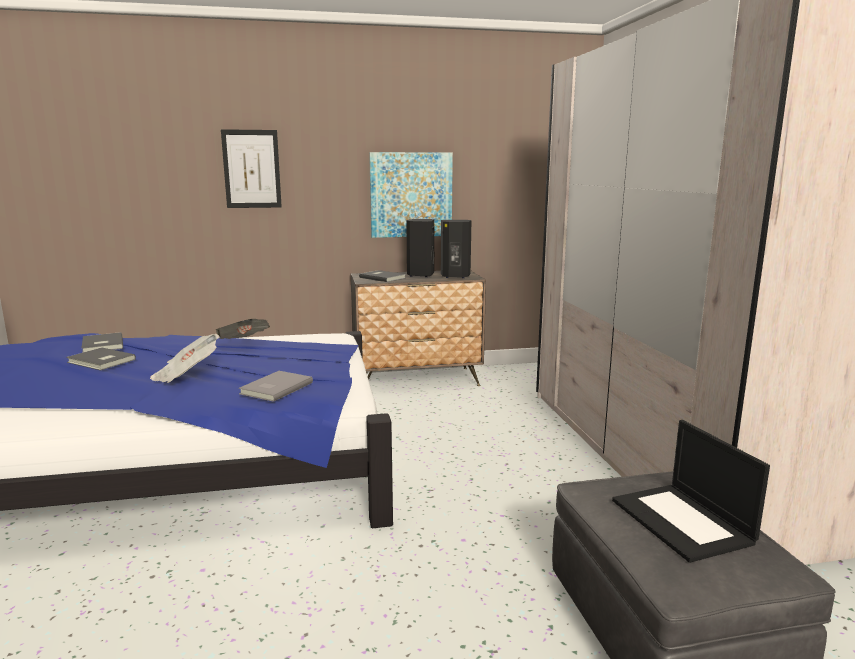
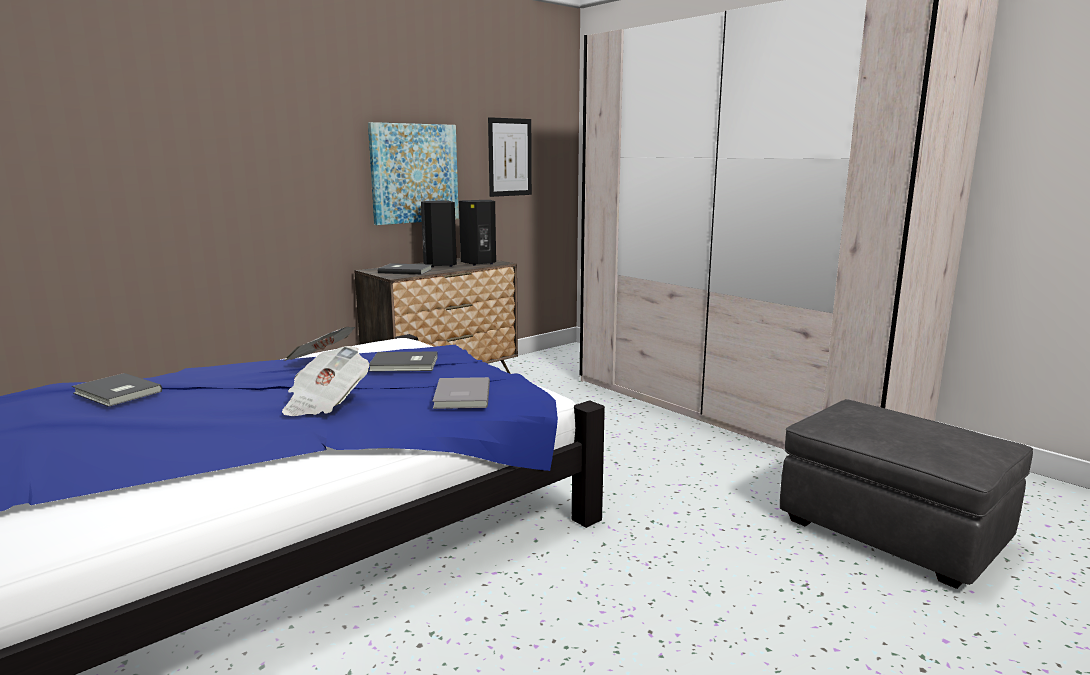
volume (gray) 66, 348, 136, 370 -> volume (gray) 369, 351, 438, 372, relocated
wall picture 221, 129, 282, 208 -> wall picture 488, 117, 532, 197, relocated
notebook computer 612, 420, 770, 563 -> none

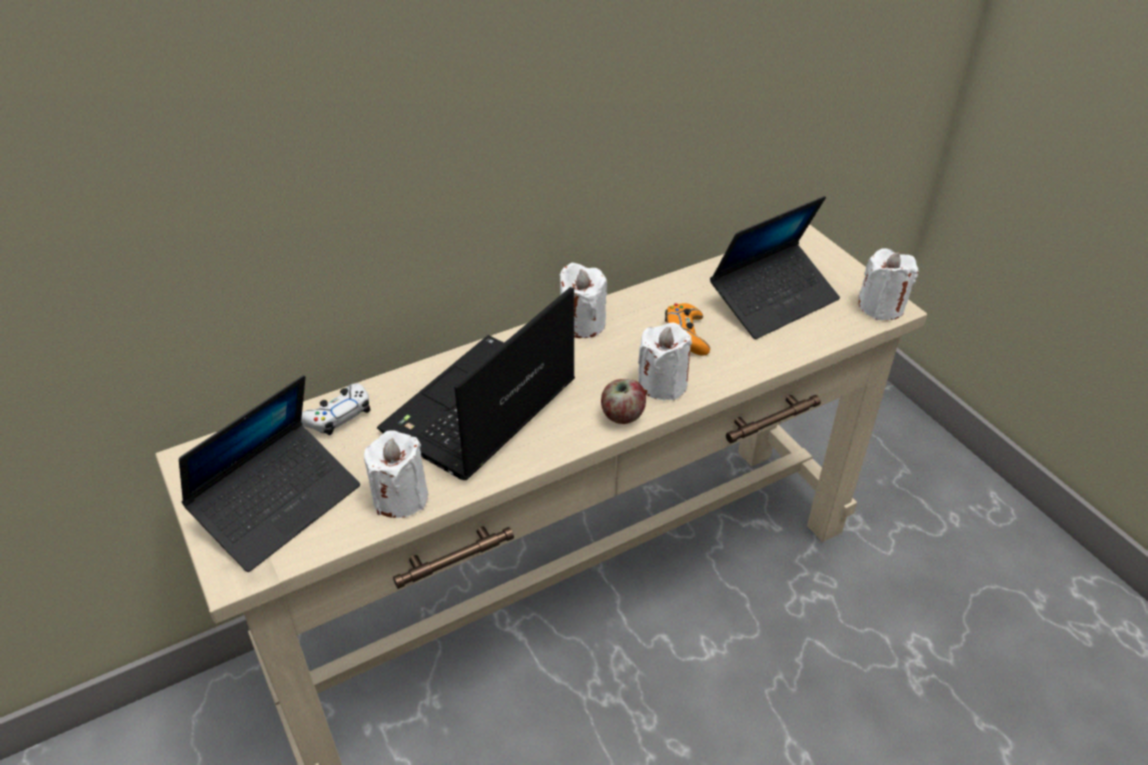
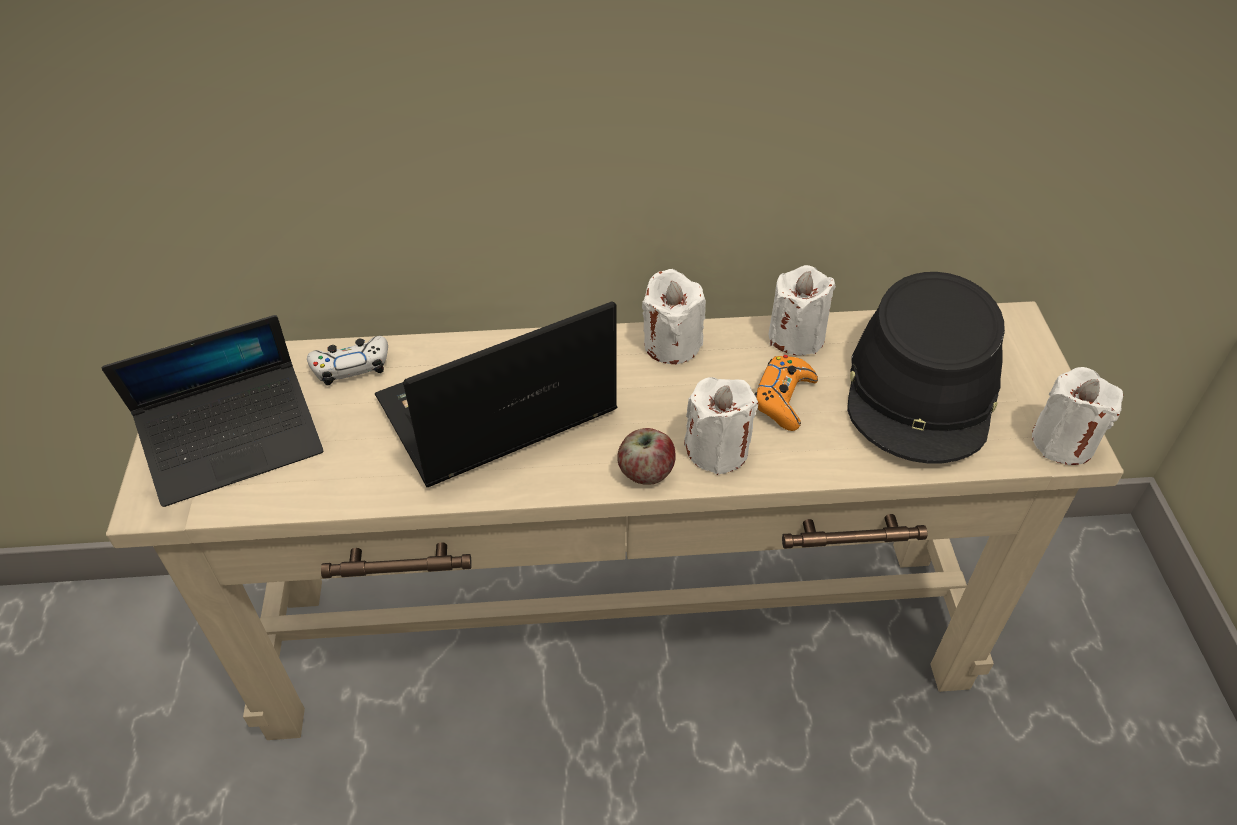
candle (white) 364, 430, 428, 518 -> candle (white) 769, 265, 836, 355, relocated
notebook computer 710, 196, 840, 339 -> clothing hat (blackish) 847, 272, 1005, 463

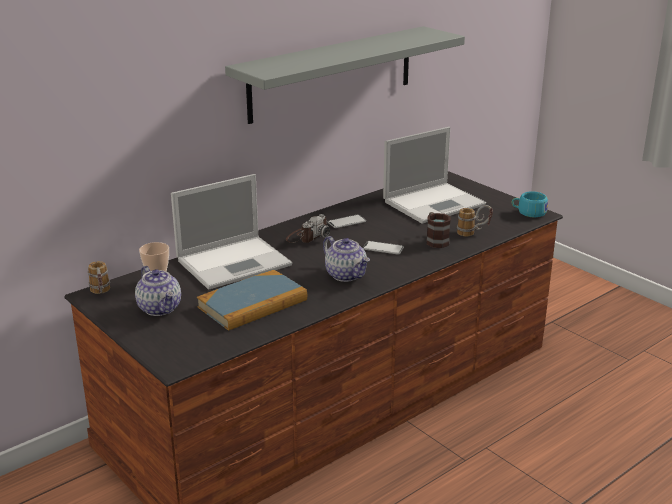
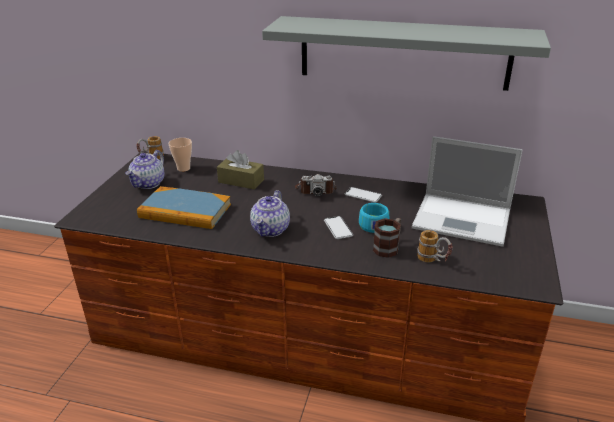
notebook computer 171, 174, 292, 290 -> tissue holder (brown-coloured) 217, 150, 264, 190
small cup (blue-green) 512, 191, 548, 217 -> small cup (blue-green) 359, 203, 389, 233, relocated

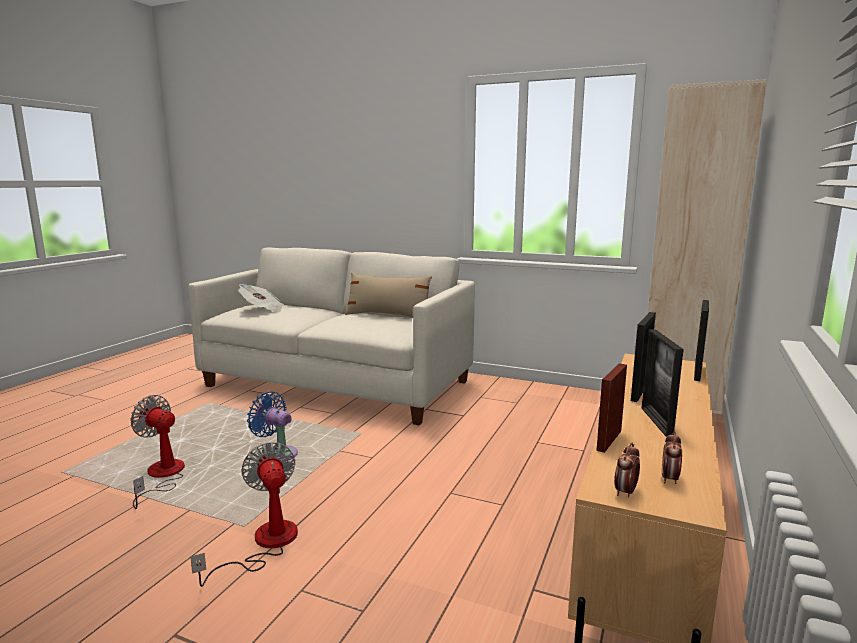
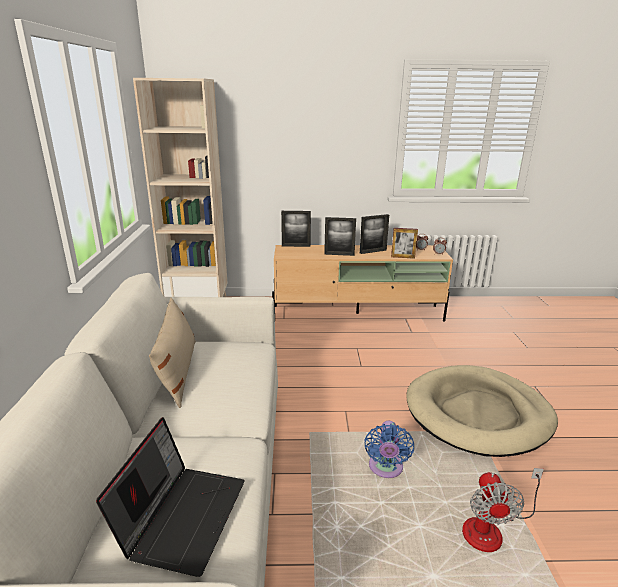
daily paper 238, 284, 284, 312 -> notebook computer 96, 417, 245, 577
electric fan 190, 442, 298, 587 -> pet bed (sand-coloured) 406, 365, 558, 457

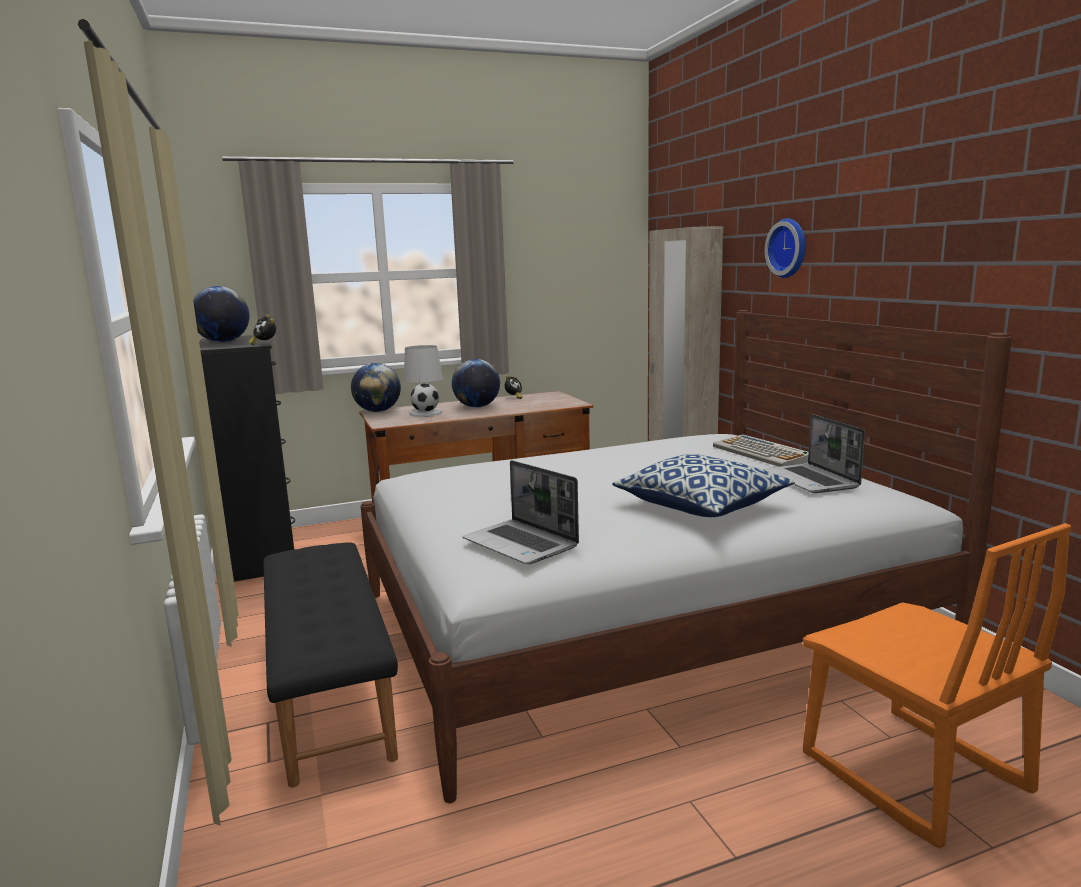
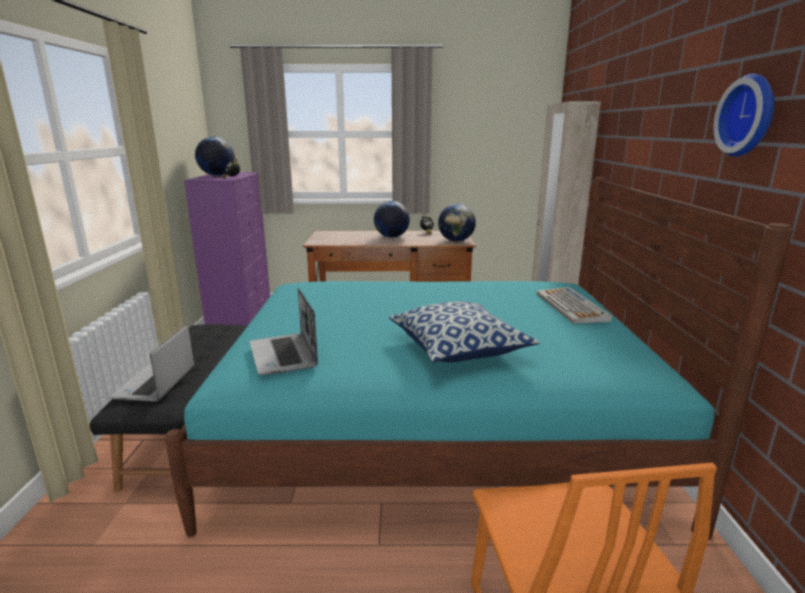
notebook computer 763, 414, 865, 493 -> notebook computer 109, 325, 194, 402, relocated
bed (white) 361, 310, 1012, 803 -> bed (blue-green) 165, 177, 793, 540
drawer chest (blackish) 199, 335, 295, 582 -> drawer chest (purple-coloured) 184, 172, 270, 326
desk globe 351, 363, 401, 412 -> desk globe 438, 204, 476, 242, relocated
wall clock 765, 218, 806, 278 -> wall clock 713, 74, 774, 157, relocated
tabletop lamp (white) 404, 345, 443, 417 -> none

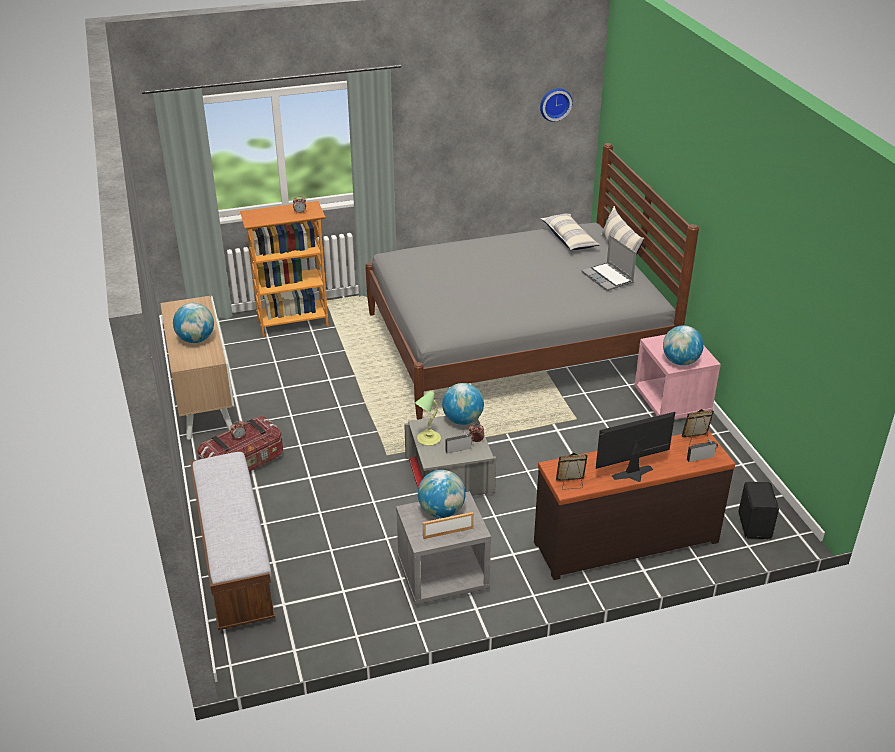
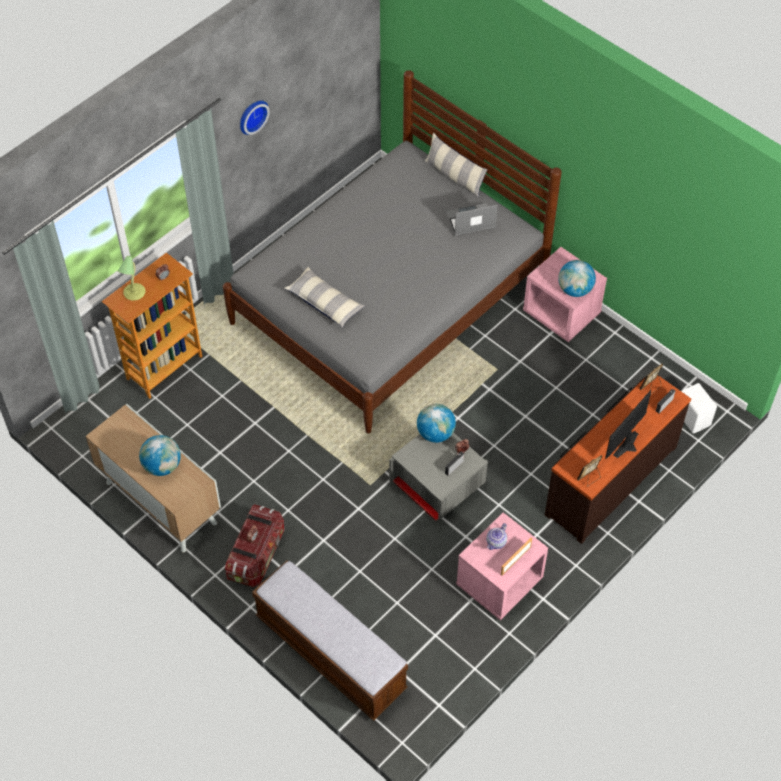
tabletop lamp 415, 391, 441, 446 -> tabletop lamp 118, 256, 146, 301, relocated
wall clock 540, 88, 573, 122 -> wall clock 240, 101, 270, 135, relocated
cushion 541, 214, 600, 250 -> cushion 284, 267, 365, 328, relocated
notebook computer 582, 235, 637, 291 -> notebook computer 446, 203, 498, 236, 135 degrees clockwise
night table (gray) 396, 491, 491, 605 -> night table (pinkish) 456, 512, 548, 620
desk globe 418, 470, 465, 518 -> teapot 486, 523, 507, 550
speaker (blackish) 738, 482, 779, 539 -> speaker (white) 681, 383, 717, 434

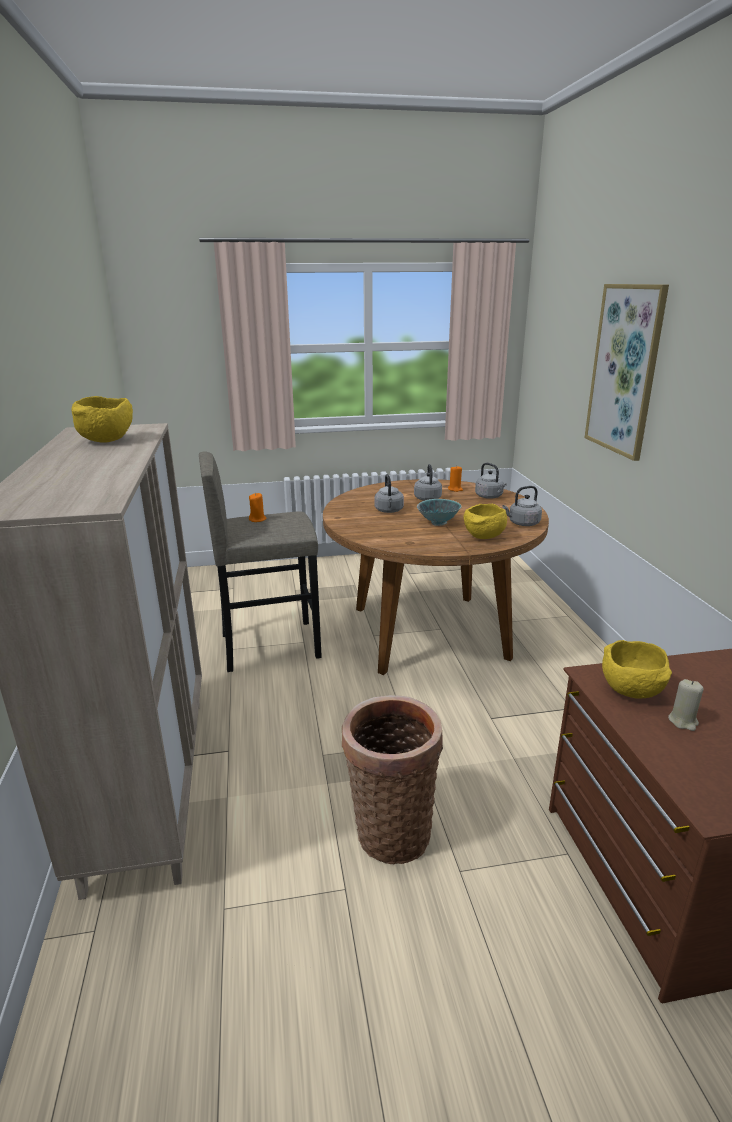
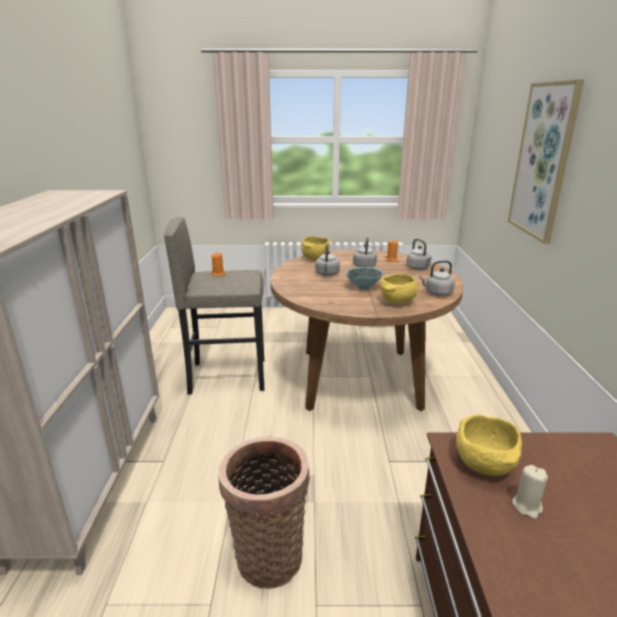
serving bowl (yellow-coloured) 72, 396, 133, 443 -> serving bowl (yellow-coloured) 301, 236, 330, 260, relocated

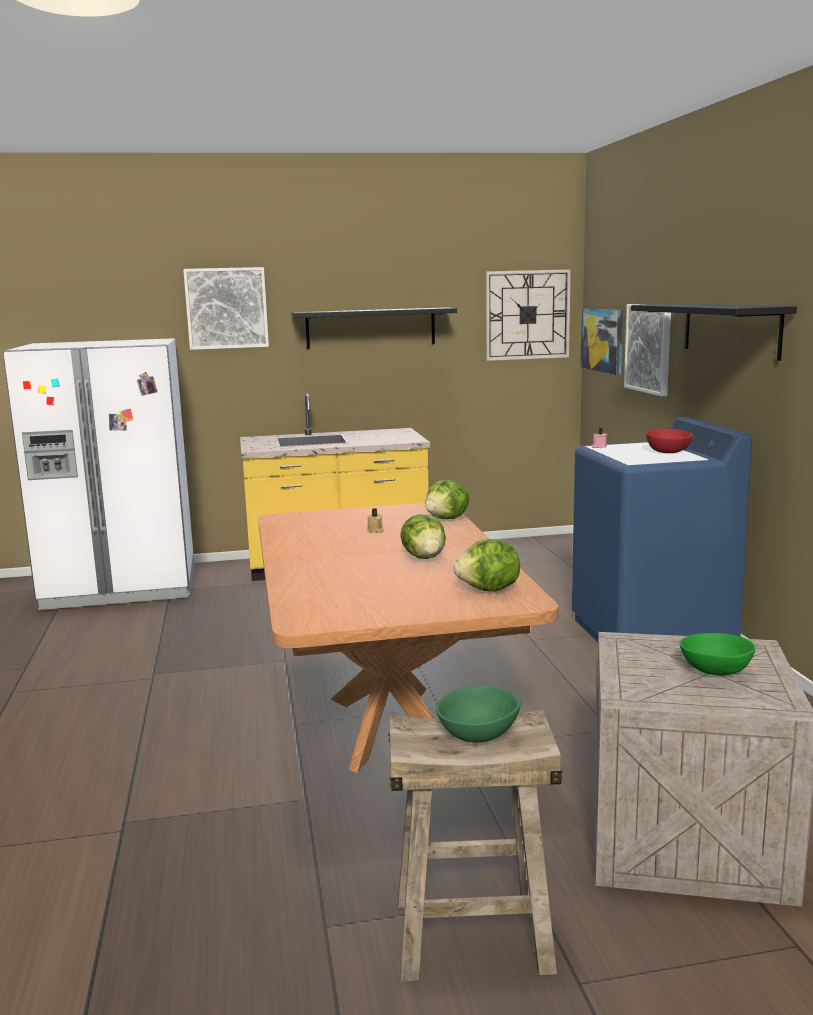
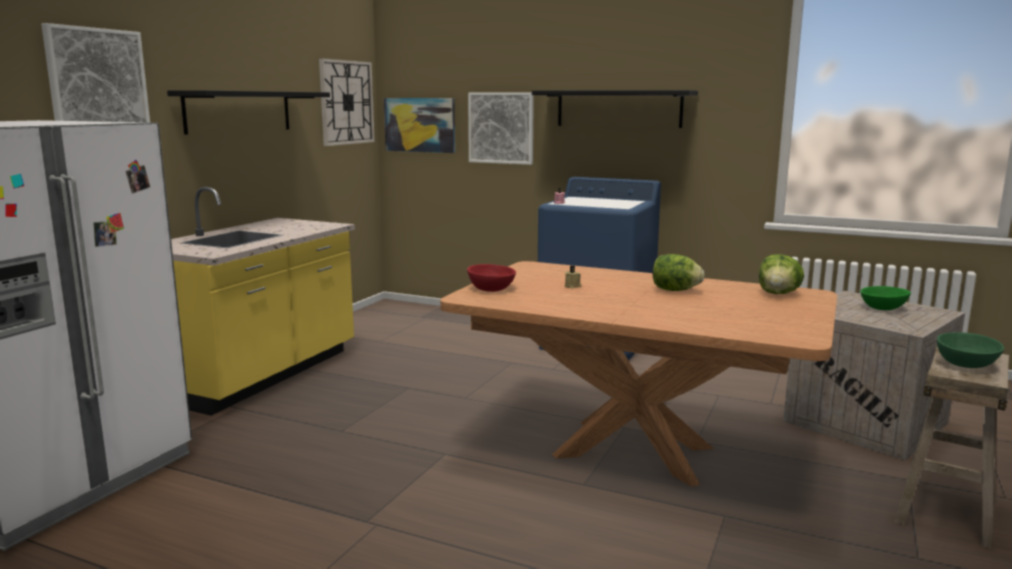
serving bowl (reddish) 646, 429, 693, 453 -> serving bowl (reddish) 467, 264, 516, 292, relocated
lettuce 425, 480, 469, 519 -> none

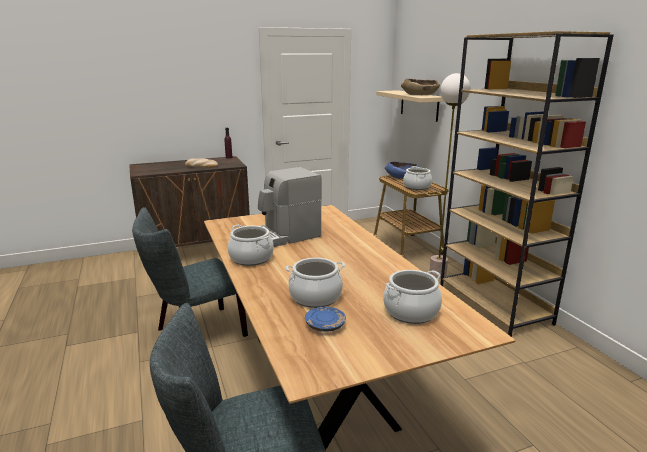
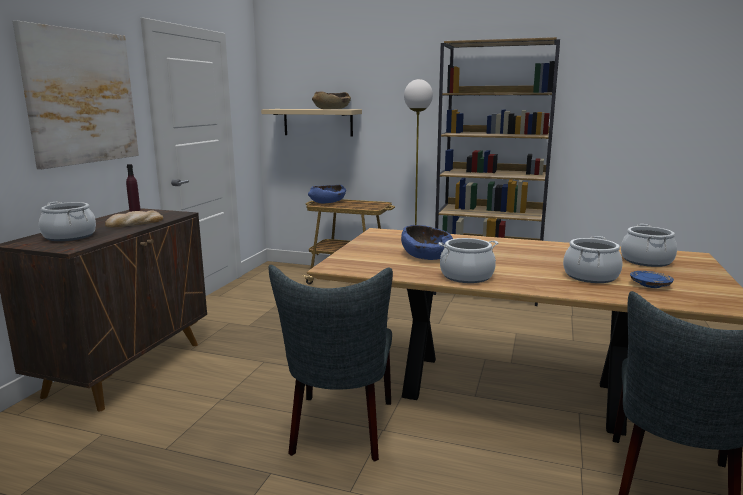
none -> wall picture 13, 21, 139, 169
stockpot 403, 166, 432, 190 -> stockpot 39, 202, 96, 241, relocated
coffee brewer 258, 167, 322, 247 -> serving bowl (blue) 401, 225, 453, 260

